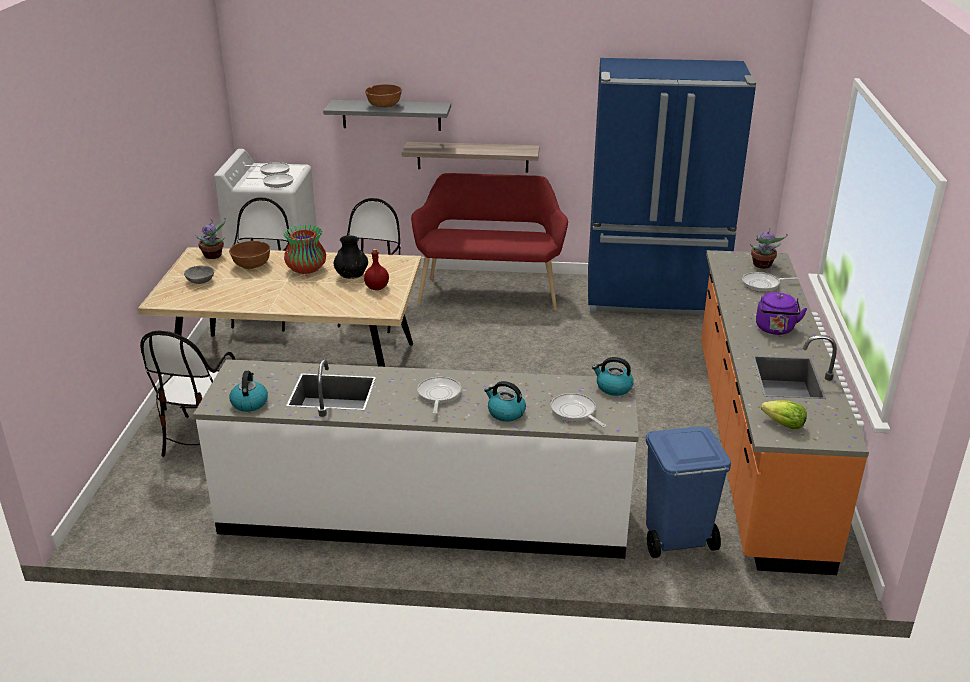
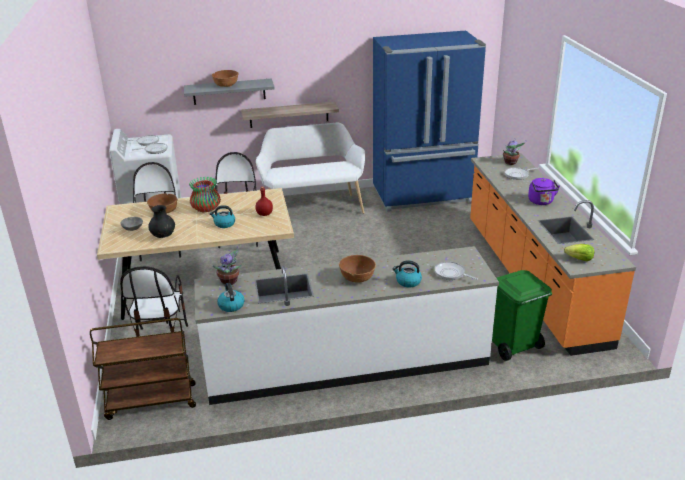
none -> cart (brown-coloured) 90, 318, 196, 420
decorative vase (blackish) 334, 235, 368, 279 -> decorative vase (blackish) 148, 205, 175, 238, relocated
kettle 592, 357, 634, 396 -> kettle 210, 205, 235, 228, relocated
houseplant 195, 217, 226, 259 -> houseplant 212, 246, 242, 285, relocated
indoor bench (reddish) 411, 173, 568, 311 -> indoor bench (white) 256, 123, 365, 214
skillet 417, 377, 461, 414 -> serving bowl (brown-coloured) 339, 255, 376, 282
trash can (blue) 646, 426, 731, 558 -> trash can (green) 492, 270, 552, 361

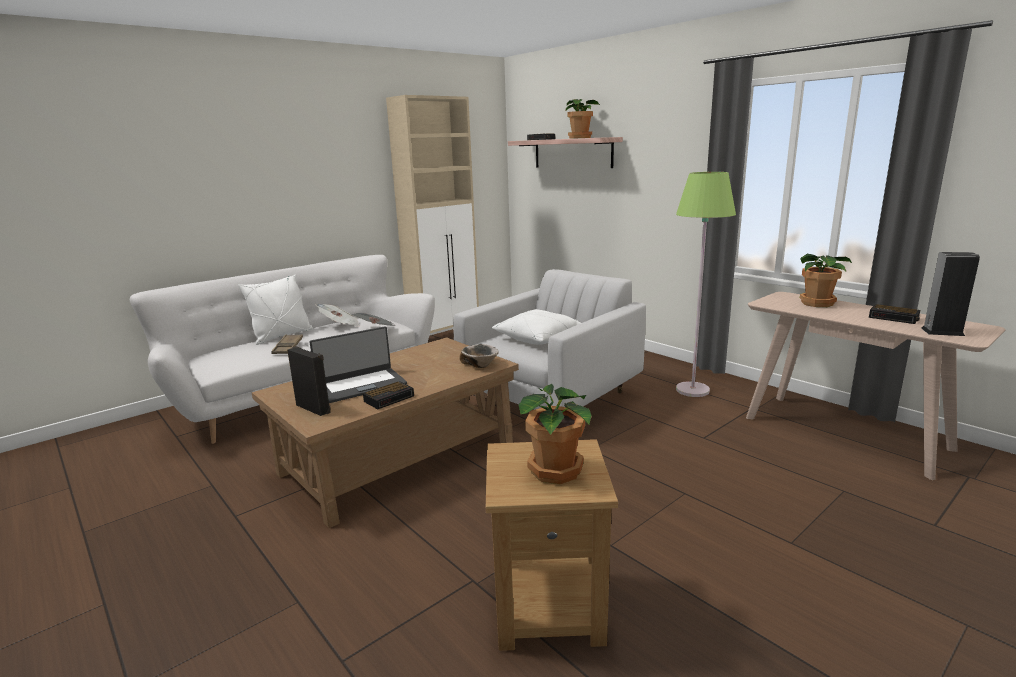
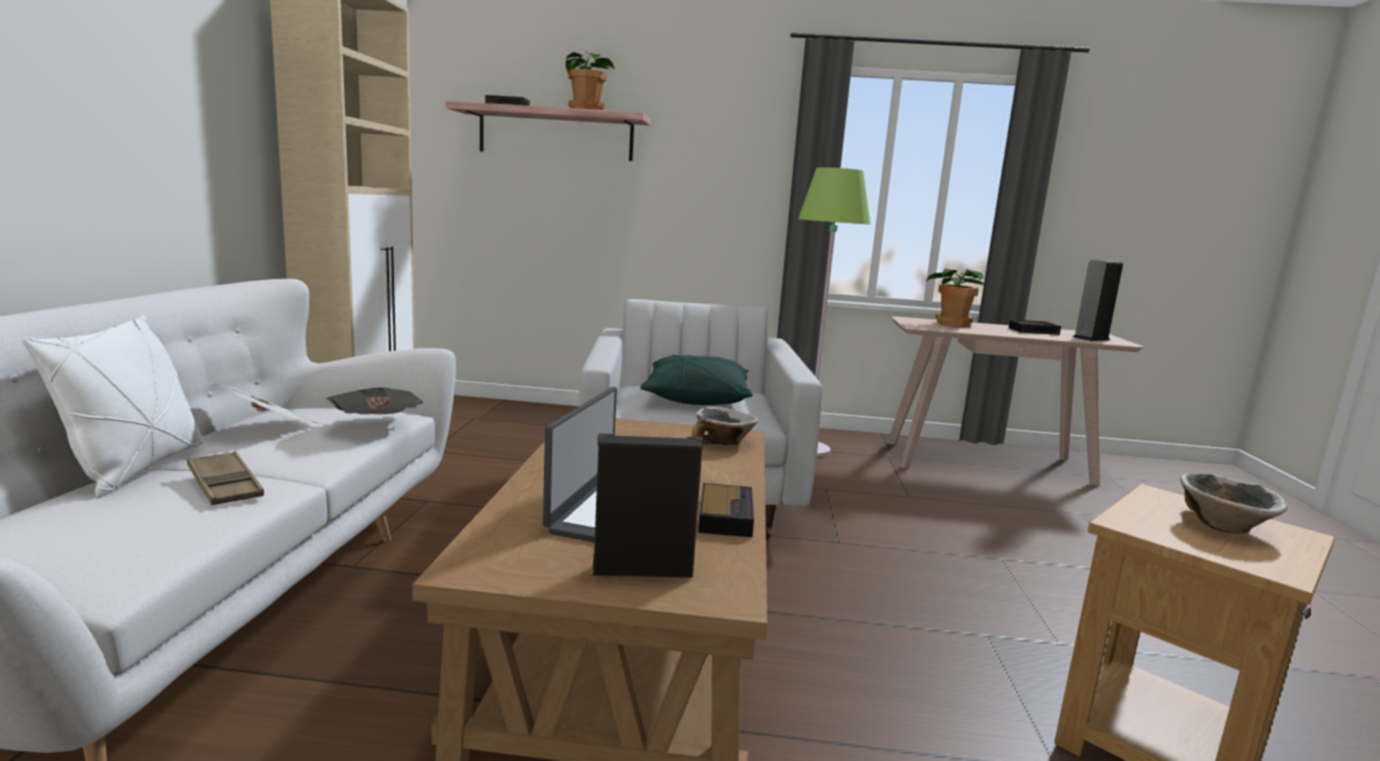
cushion (white) 492, 309, 581, 345 -> cushion (green) 640, 355, 753, 405
houseplant 519, 384, 592, 484 -> serving bowl 1180, 474, 1287, 533

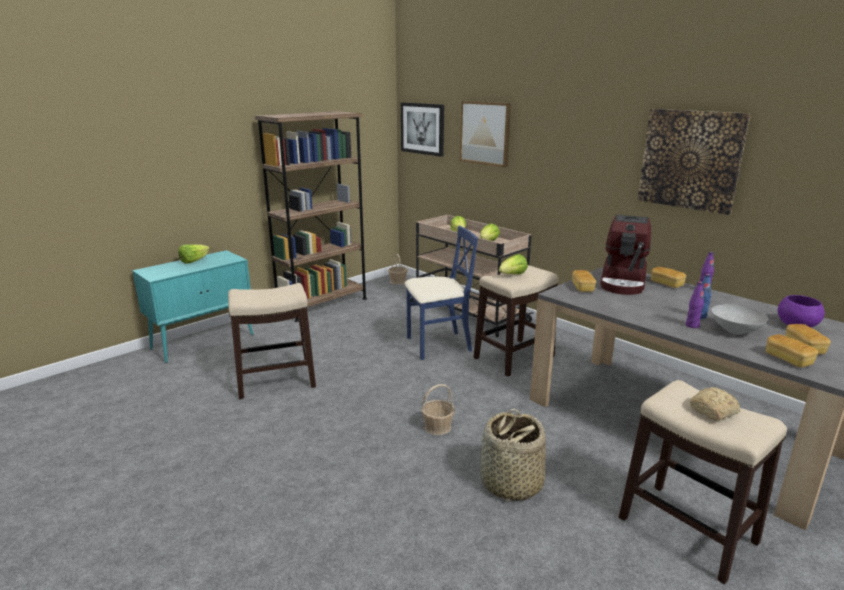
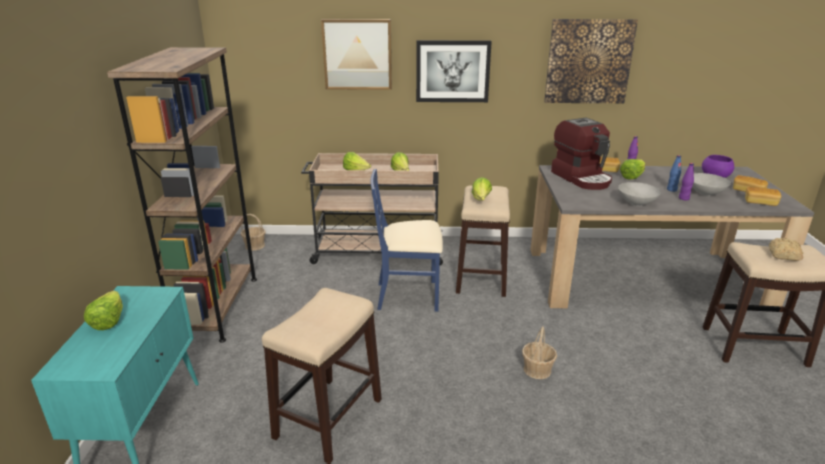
upright chair (blue) 404, 226, 478, 360 -> upright chair (blue) 371, 169, 443, 312, 120 degrees counterclockwise
wall picture 401, 102, 444, 157 -> wall picture 416, 40, 492, 102, relocated
none -> serving bowl (gray) 618, 182, 661, 206
none -> lettuce 620, 159, 645, 179
storage basket 481, 409, 546, 501 -> none
bread 572, 270, 596, 292 -> none

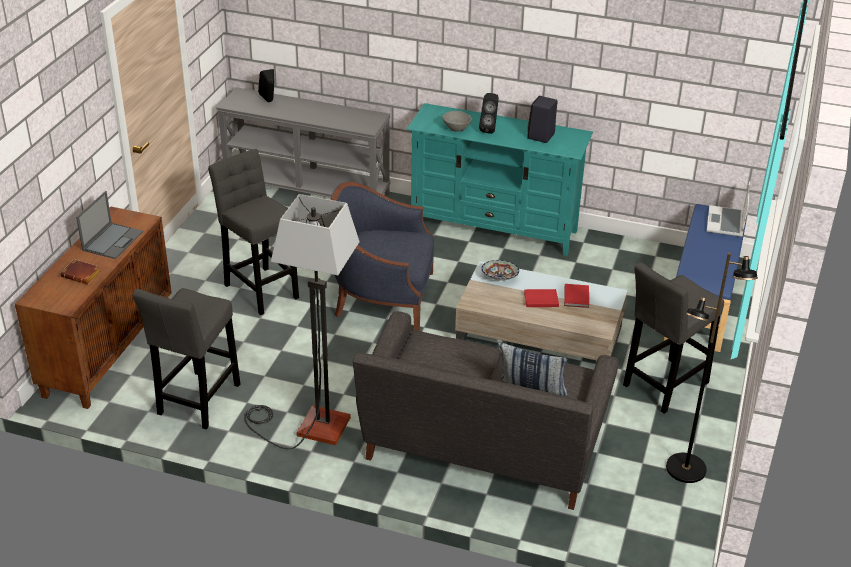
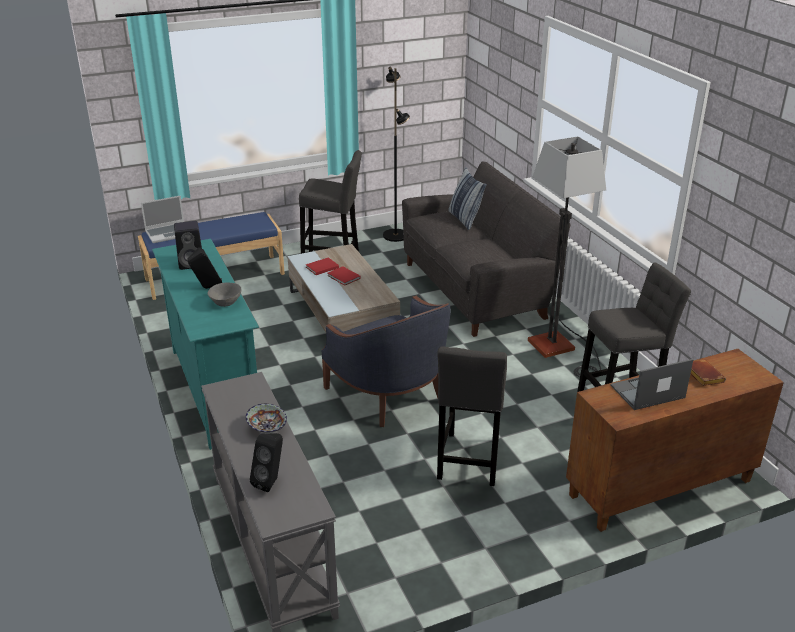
serving bowl 481, 260, 519, 281 -> serving bowl 246, 404, 287, 433, relocated

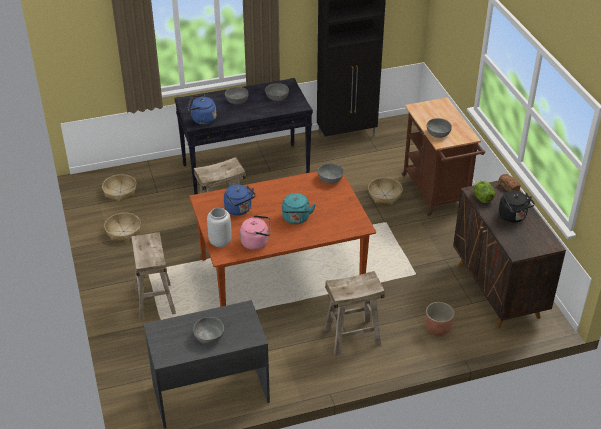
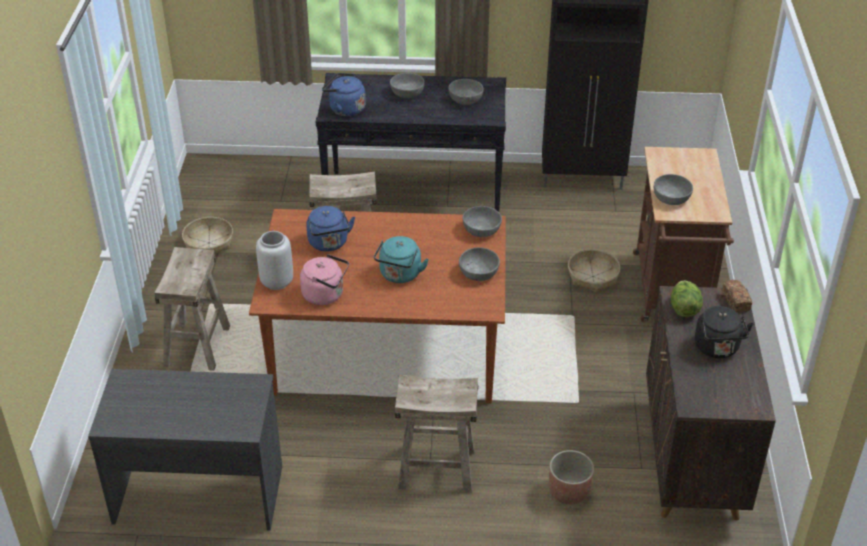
serving bowl (gray) 193, 317, 224, 344 -> serving bowl (gray) 459, 247, 500, 281, relocated
storage basket 102, 174, 137, 202 -> none

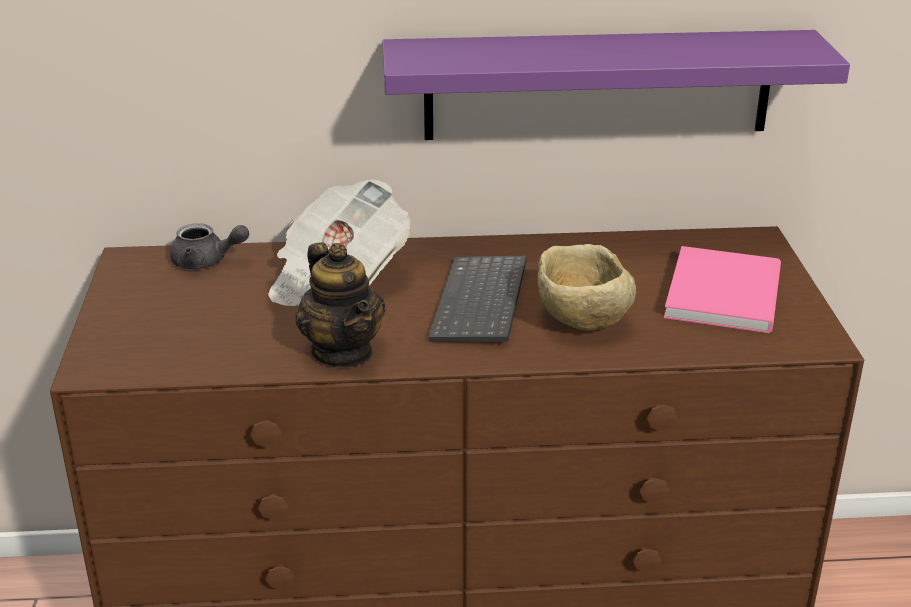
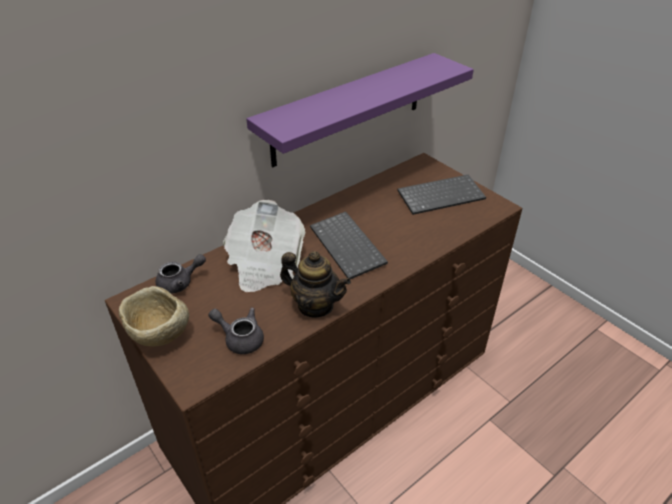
serving bowl (sand-coloured) 538, 244, 636, 331 -> serving bowl (sand-coloured) 119, 286, 189, 347, relocated
none -> teapot (gray) 208, 307, 264, 354
volume (pinkish) 664, 246, 781, 333 -> computer keyboard 397, 174, 486, 215

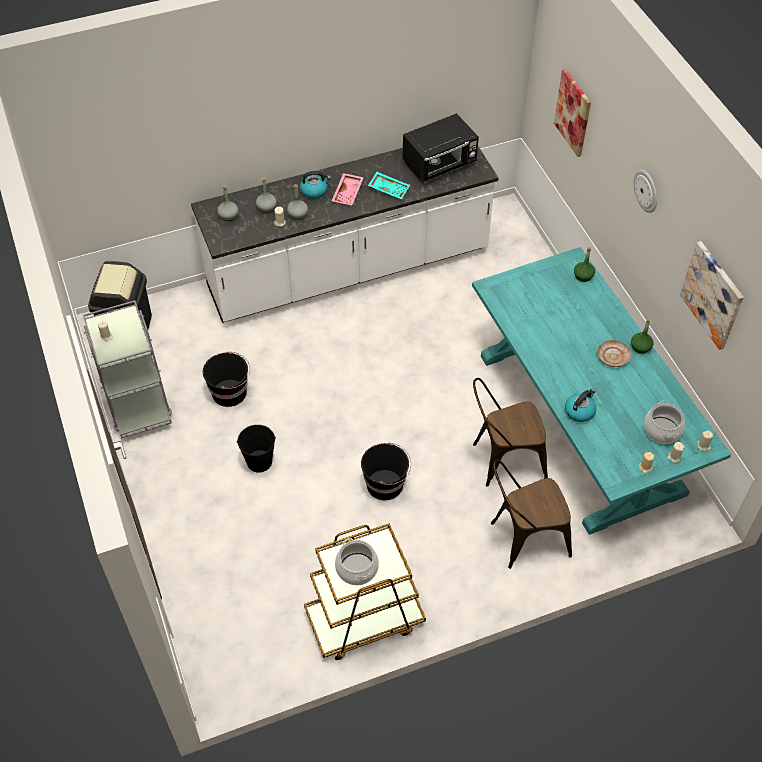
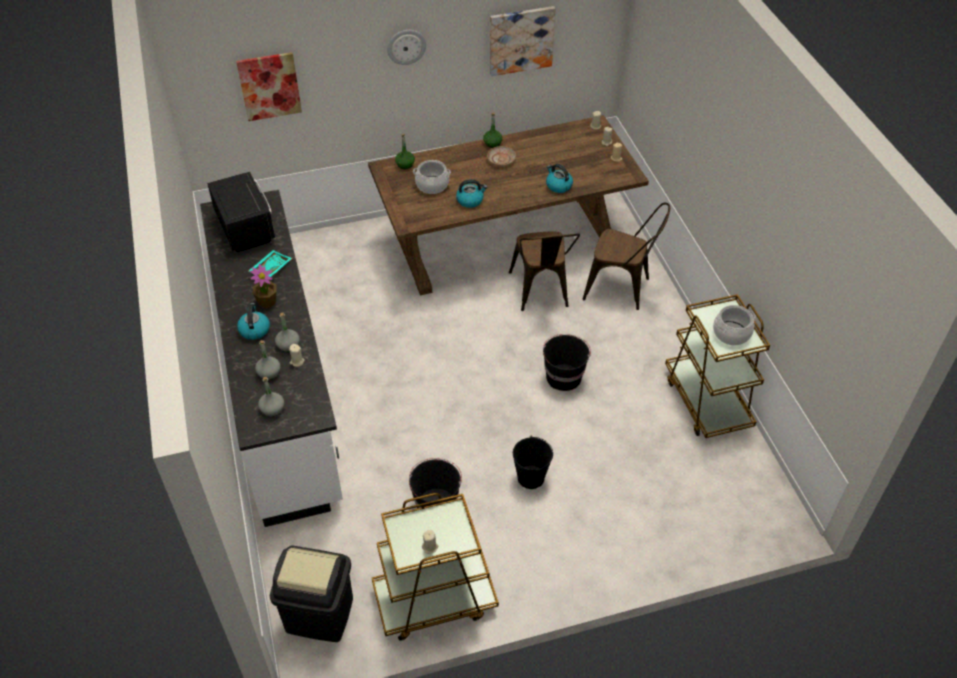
carrying tray (pinkish) 332, 173, 364, 205 -> houseplant 250, 264, 277, 308
dining table (blue-green) 472, 247, 731, 535 -> dining table (brown-coloured) 368, 115, 649, 295
cart (gray) 83, 300, 172, 439 -> cart (brown-coloured) 372, 493, 499, 641
stockpot 644, 401, 685, 444 -> stockpot 413, 160, 451, 194, relocated
none -> kettle 456, 179, 488, 208
upright chair (brown-coloured) 491, 459, 572, 569 -> upright chair (brown-coloured) 582, 203, 670, 310, 60 degrees counterclockwise

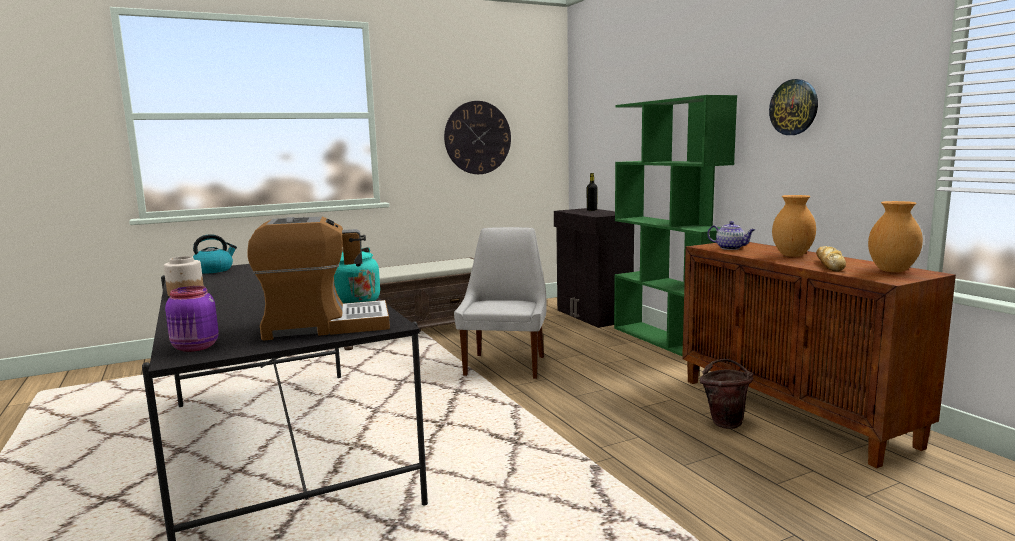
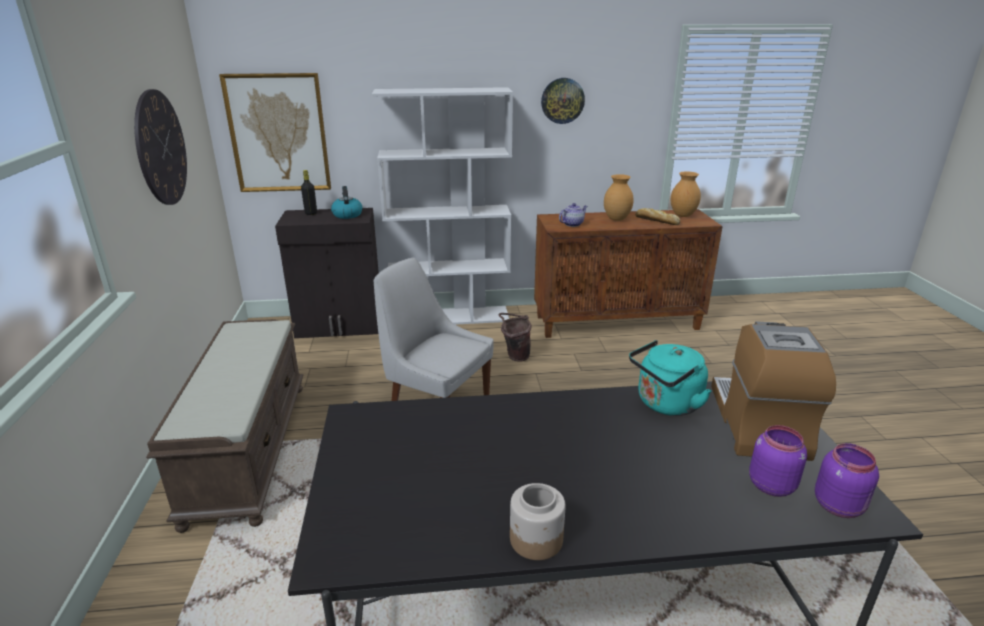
none -> wall picture 219, 73, 331, 192
kettle 193, 234, 237, 274 -> kettle 331, 186, 362, 219, relocated
bookcase (green) 614, 95, 737, 356 -> bookcase (white) 372, 87, 513, 325
pail (brown-coloured) 700, 359, 754, 429 -> pail (brown-coloured) 499, 313, 532, 362, relocated
none -> storage jar (purple-coloured) 749, 425, 807, 497

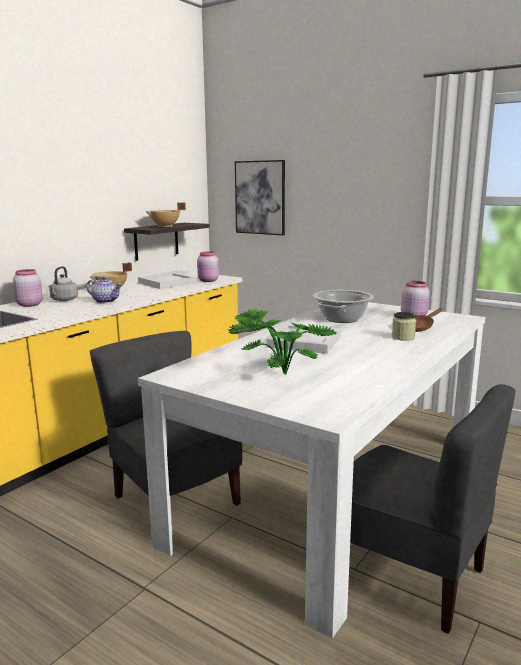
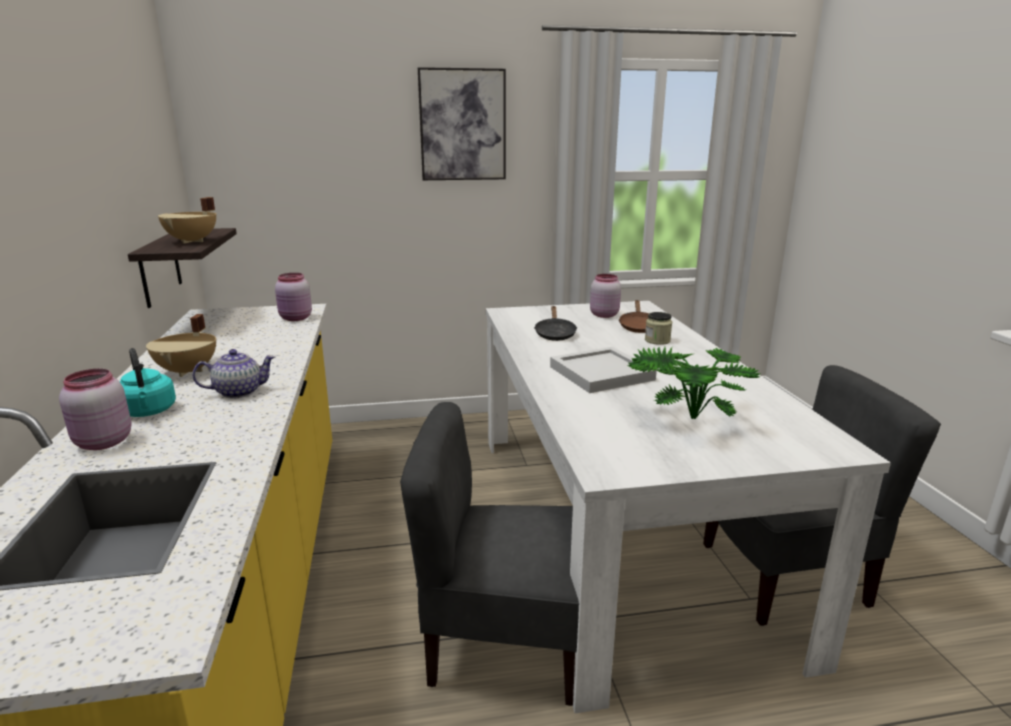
kettle (gray) 48, 266, 78, 301 -> kettle (blue-green) 120, 348, 176, 417
wall picture 235, 160, 285, 235 -> wall picture 418, 67, 506, 180, relocated
stockpot 313, 290, 374, 323 -> skillet (blackish) 534, 306, 577, 341
carrying tray (white) 138, 272, 197, 289 -> none

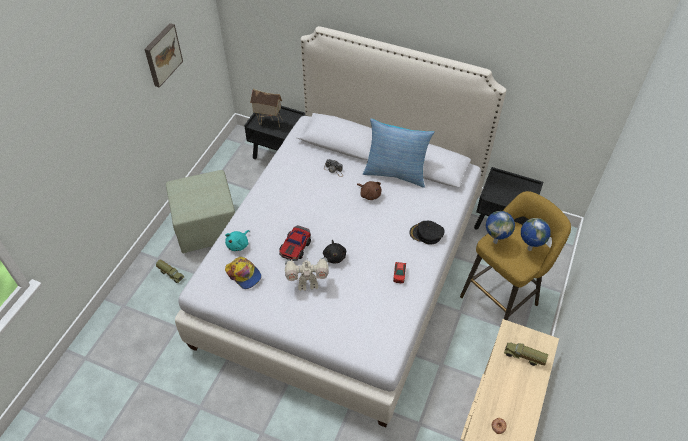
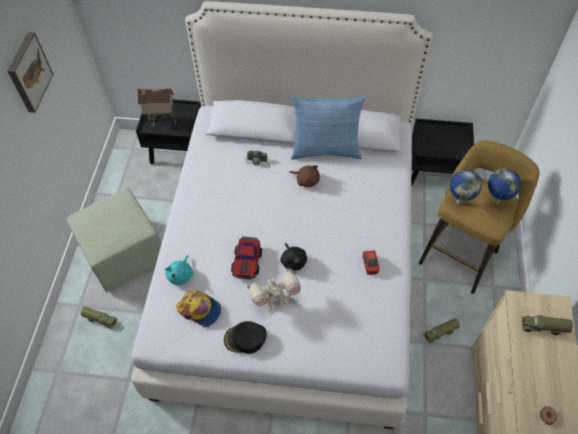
cap (blackish) 409, 221, 445, 245 -> cap (blackish) 224, 321, 267, 354, relocated
none -> model truck 423, 318, 460, 343

